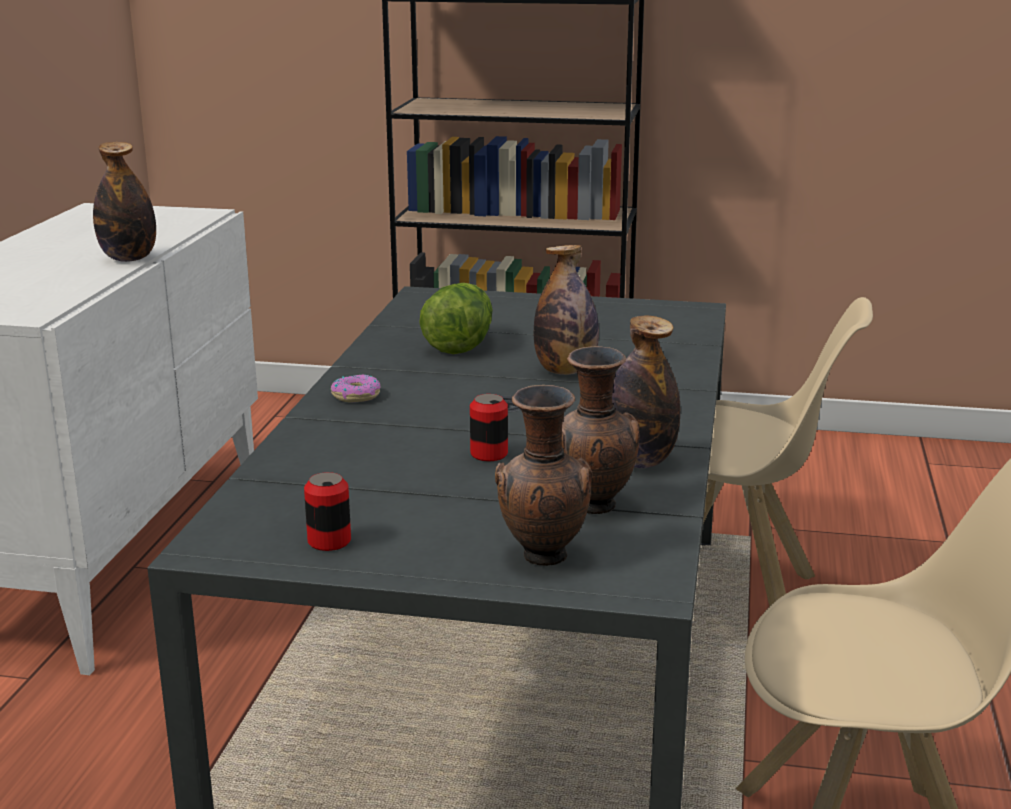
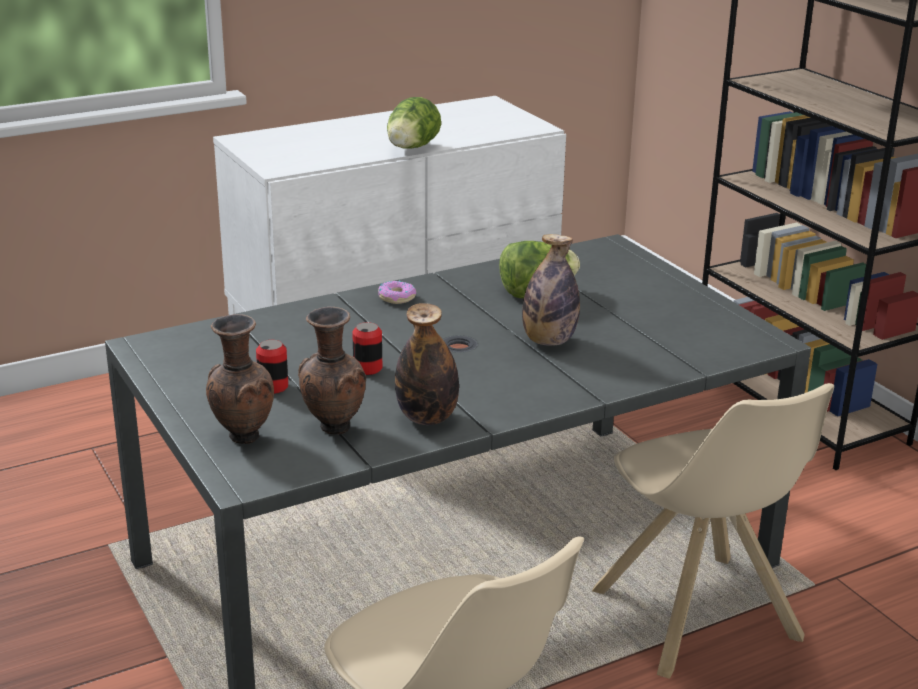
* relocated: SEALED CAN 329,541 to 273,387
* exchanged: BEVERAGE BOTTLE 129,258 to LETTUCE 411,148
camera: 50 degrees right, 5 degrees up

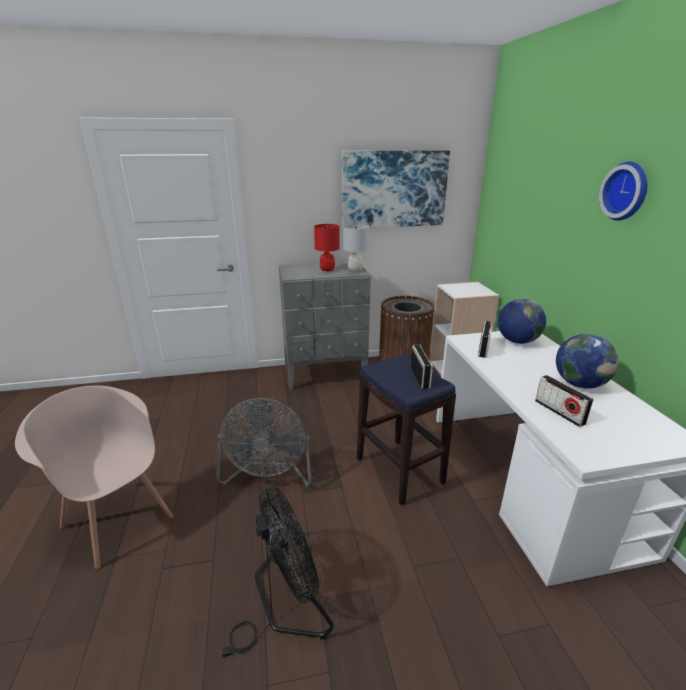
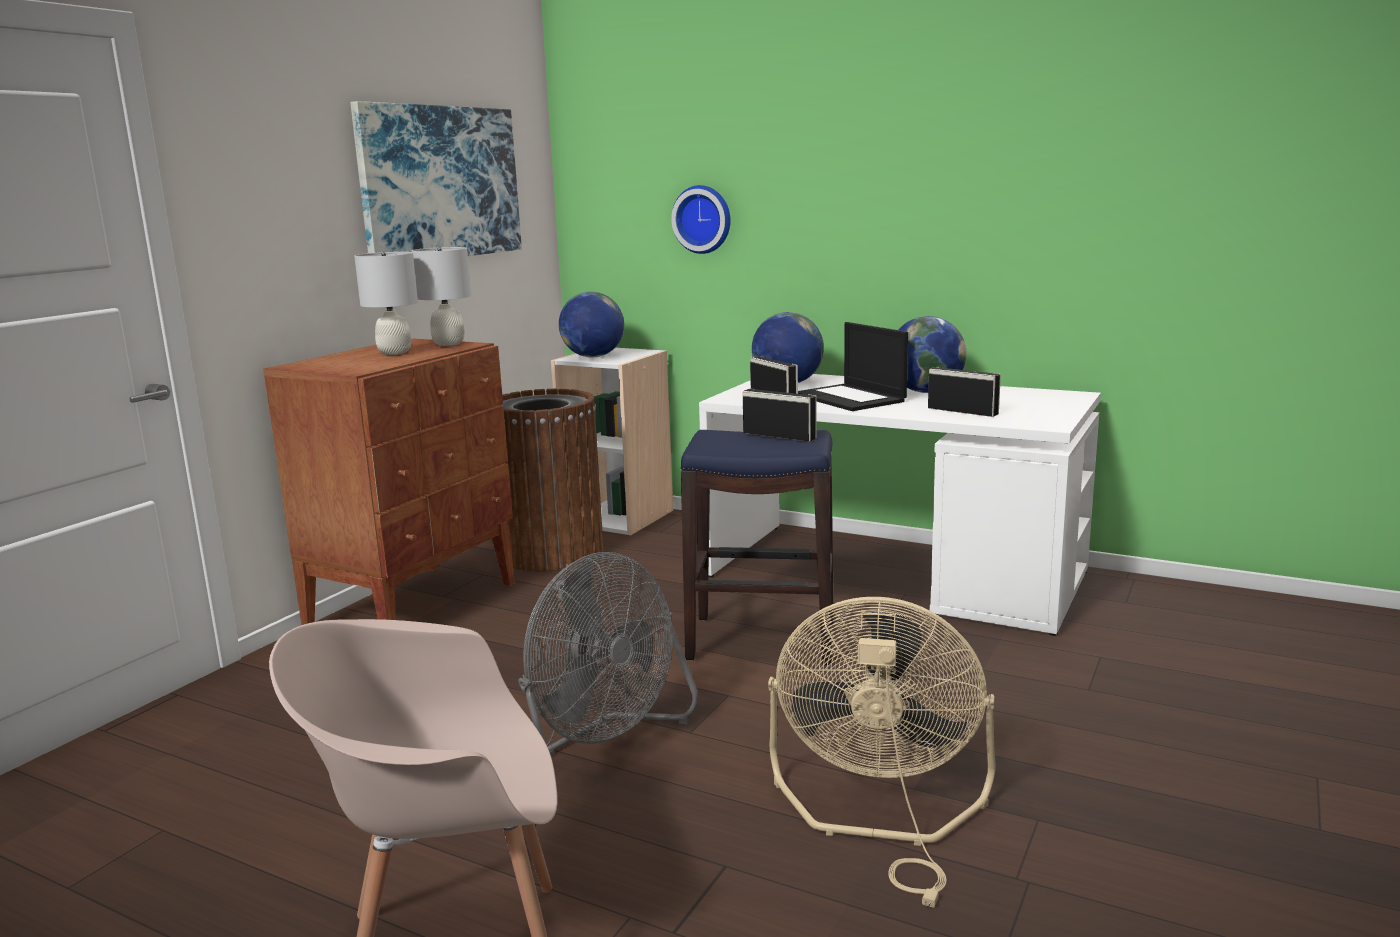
* appeared: DESK GLOBE 593,357
* appeared: LAPTOP 851,398
* relocated: CLOCK ON THE WALL 627,191 to 703,219
* colour: BLACK-COLOURED COOLING FAN 281,599 to BEIGE-COLOURED COOLING FAN 883,820
* colour: GRAY CHEST OF DRAWERS 325,374 to BROWN CHEST OF DRAWERS 417,606
* colour: RED-COLOURED LAMP FOR A TABLE 327,270 to GRAY LAMP FOR A TABLE 393,353
* spun: RADIO 559,412 = 962,411 150 degrees counterclockwise
camera: 50 degrees left, 10 degrees down

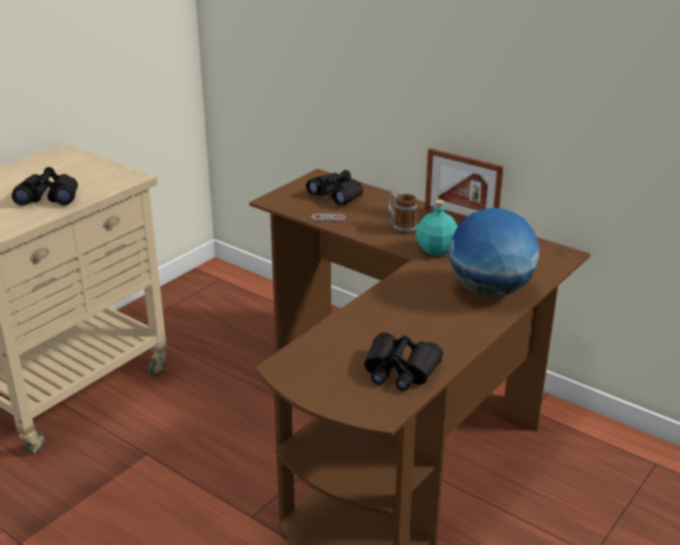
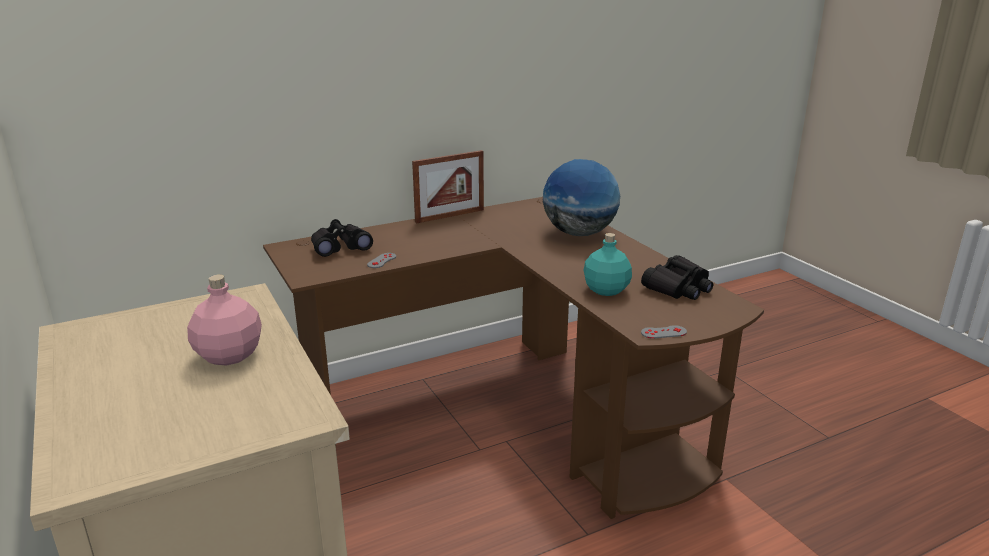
* missing: COFFEE MUG 401,227
* appeared: GRAY GAME CONTROLLER 663,332
* relocated: TURQUOISE-COLOURED BEVERAGE BOTTLE 436,250 to 607,290
* exchanged: BLACK-COLOURED FIELD GLASSES 49,197 to PINKISH BEVERAGE BOTTLE 229,356
camera: 65 degrees left, 5 degrees down

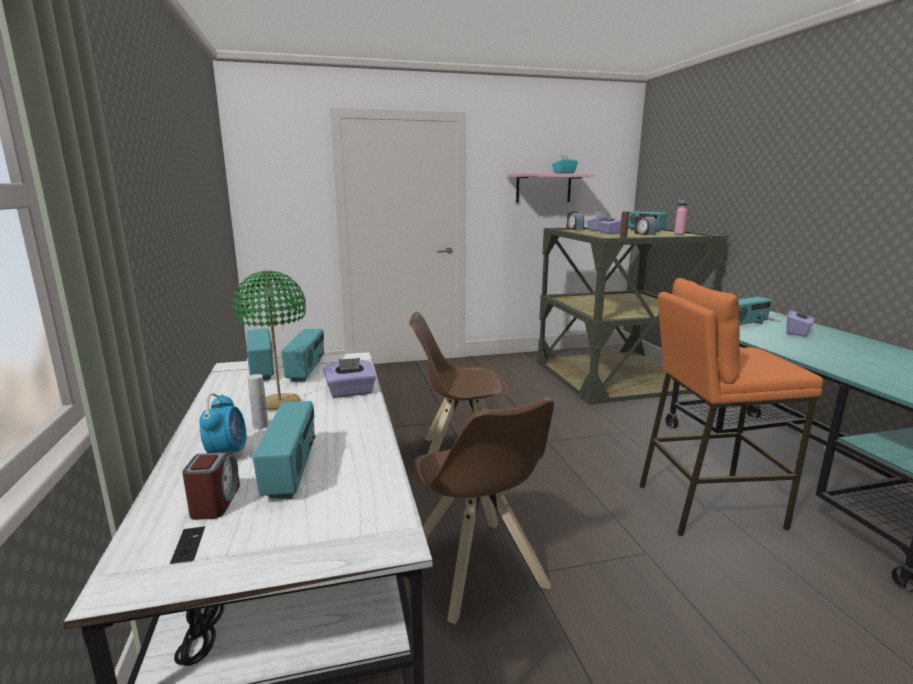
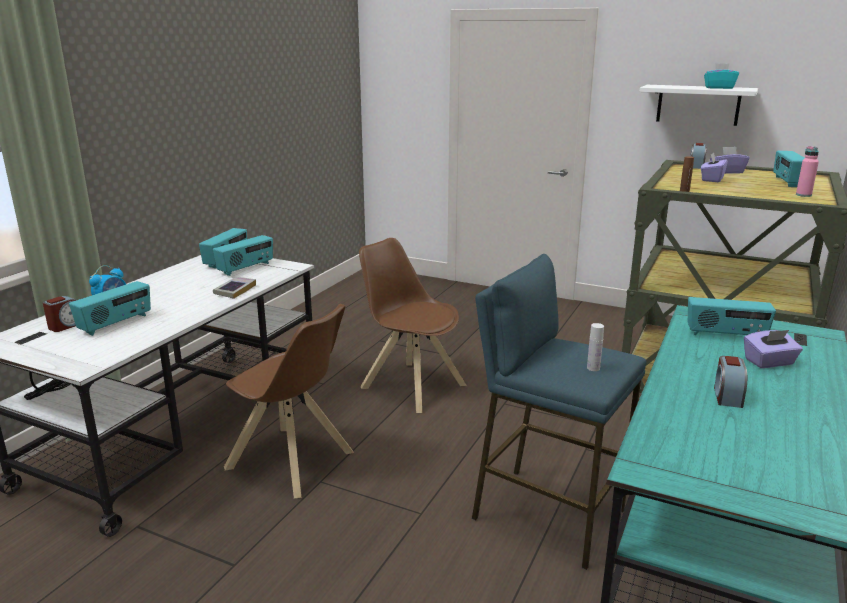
* missing: GREEN-COLOURED LAMP FOR A TABLE 280,403
* relocated: WHITE BEVERAGE BOTTLE 260,426 to 593,368
* relocated: TABLE CLOCK 644,234 to 727,396
* exchanged: PURPLE-COLOURED BOX OF TISSUES 351,392 to VOLUME 235,290
* colour: PINKISH SHELF 543,188 to WHITE SHELF 698,105
* colour: ORANGE STOOL SEAT 707,505 to BLUISH STOOL SEAT 547,514
* spun: BROWN CHAIR 477,570 = 293,462 75 degrees counterclockwise
camera: 40 degrees right, 5 degrees up

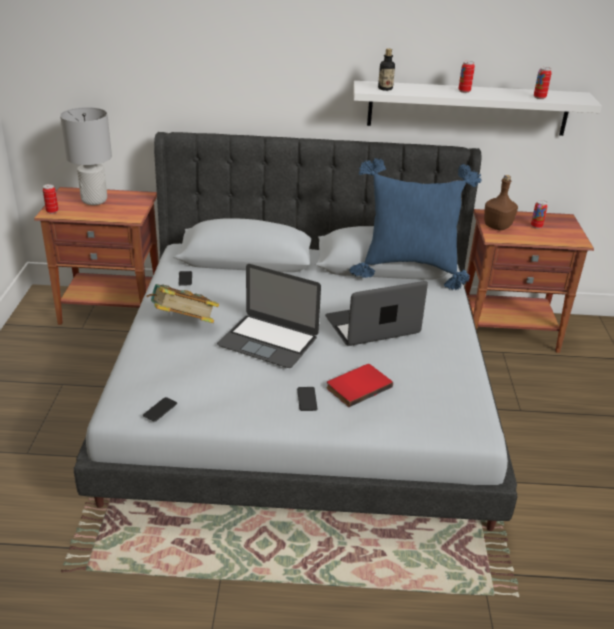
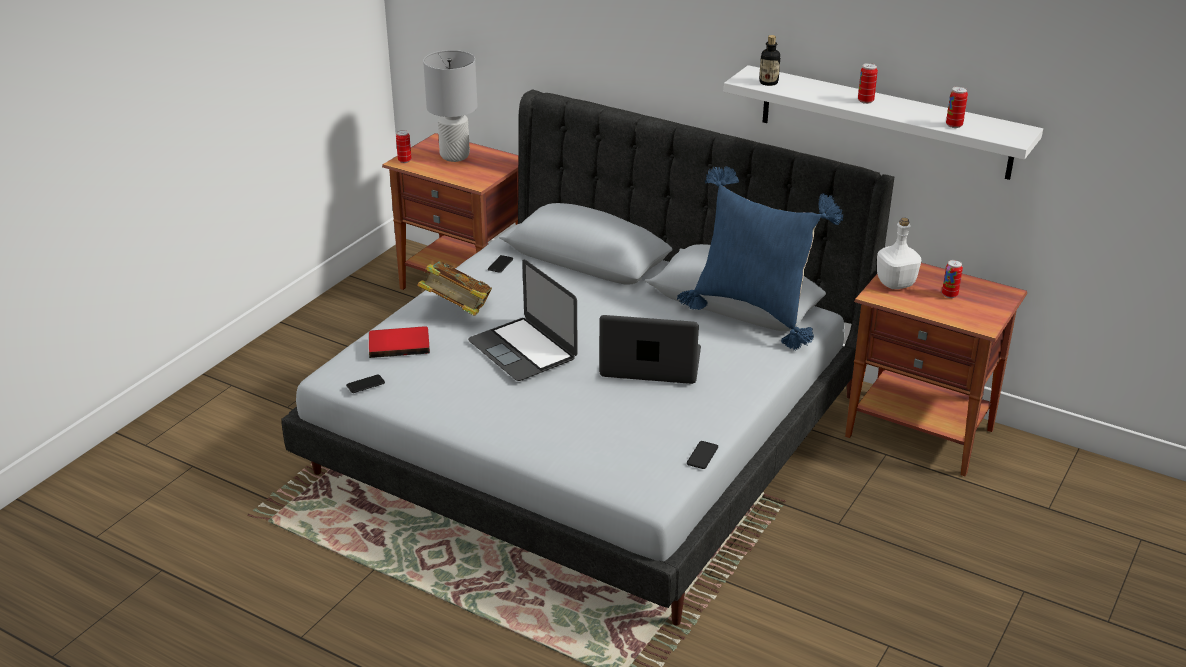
* relocated: HANDSET 307,399 to 702,455
* relocated: RED-COLOURED VOLUME 357,386 to 399,343
* colour: BROWN BEVERAGE BOTTLE 497,227 to WHITE BEVERAGE BOTTLE 894,284
camera: 30 degrees right, 0 degrees up

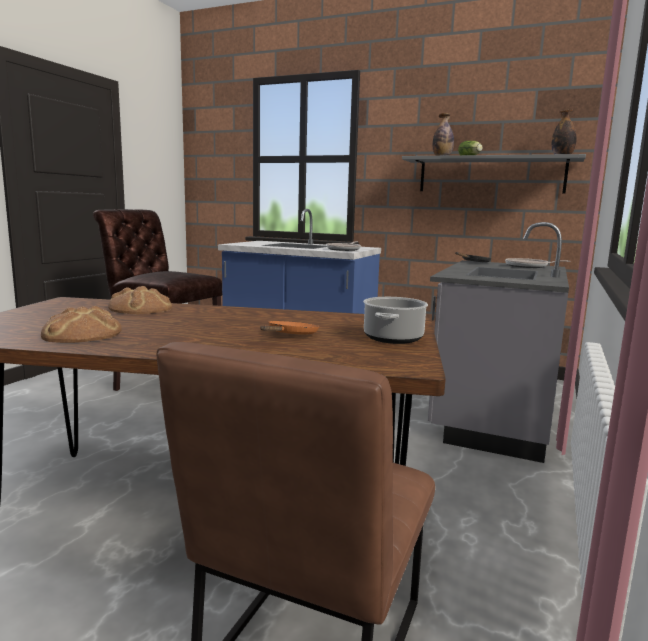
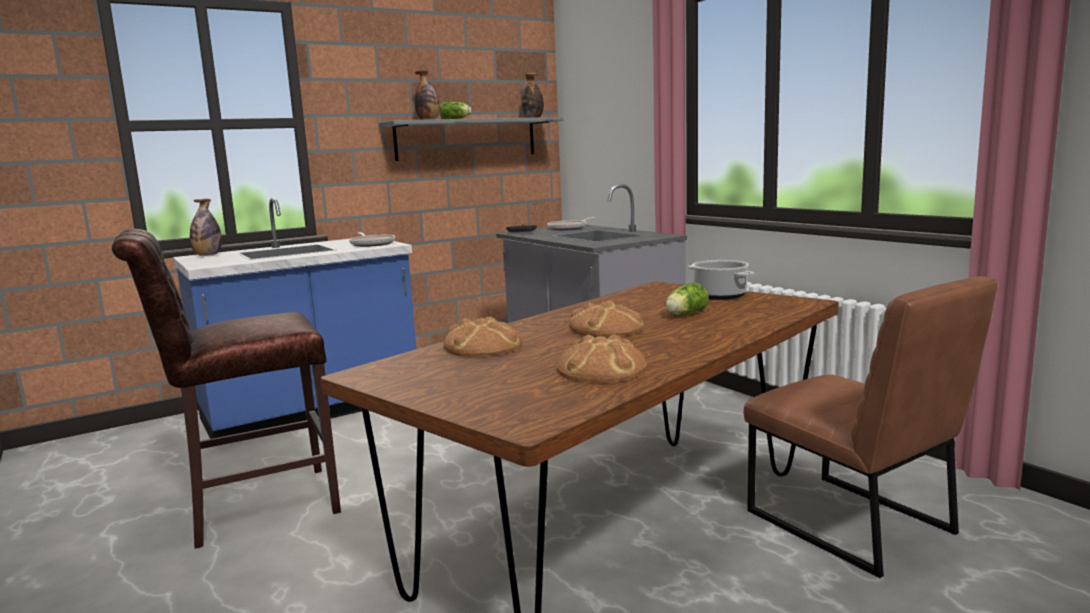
* appeared: BEVERAGE BOTTLE 208,255
* appeared: BREAD 606,328
* exchanged: ORANGE SKILLET 290,336 to LETTUCE 684,314
camera: 55 degrees left, 0 degrees up

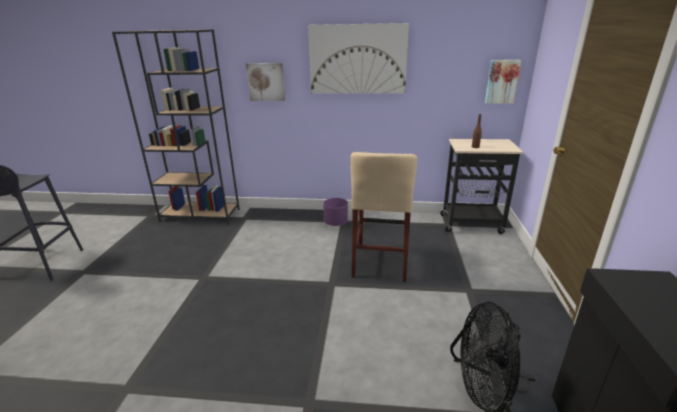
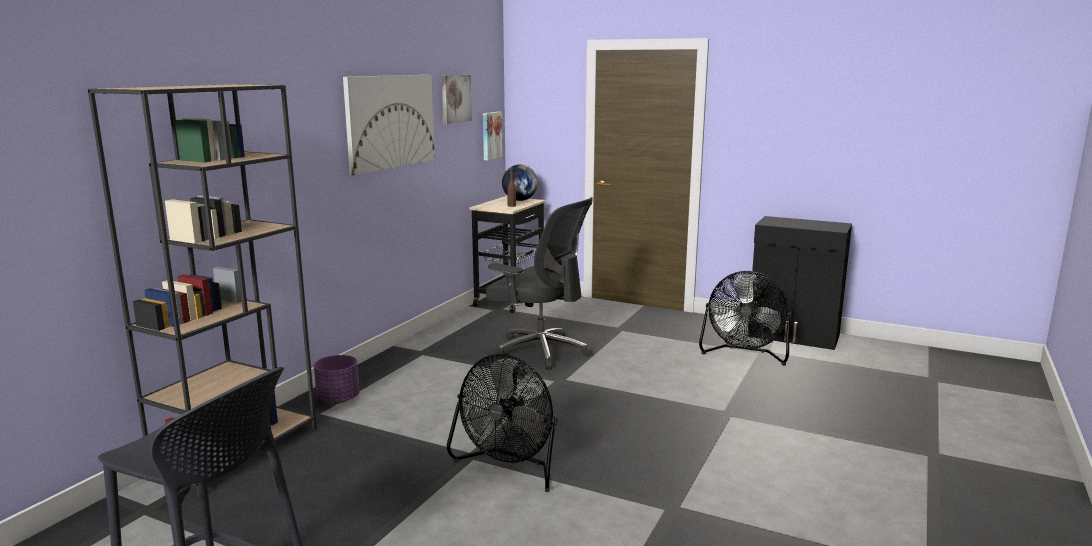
* appeared: BLACK-COLOURED COOLING FAN 508,464
* appeared: DESK GLOBE 519,200
* relocated: WALL PICTURE 266,82 to 455,98
* relocated: PURPLE-COLOURED FLOWER POT 336,223 to 338,399
* exchanged: BEIGE-COLOURED STOOL SEAT 380,262 to OFFICE CHAIR 539,351
camera: 70 degrees left, 10 degrees down

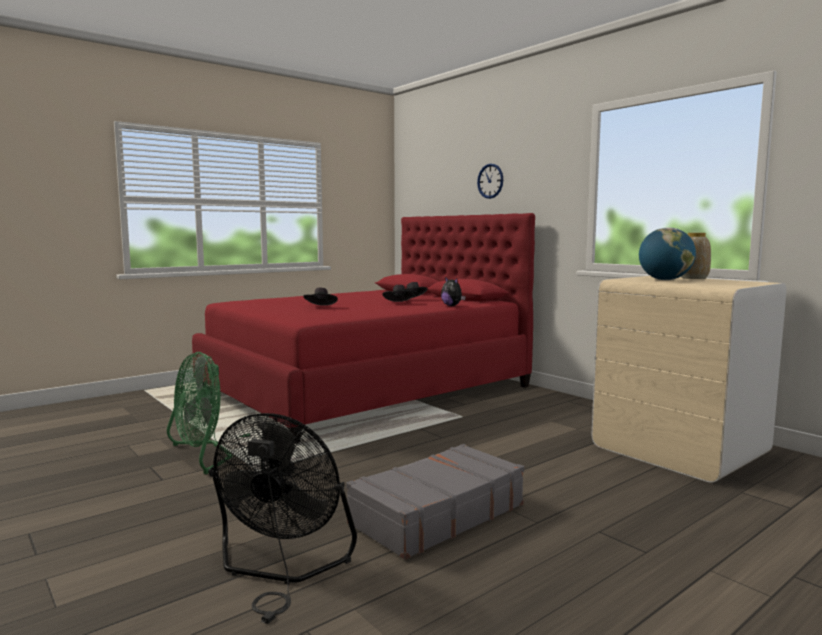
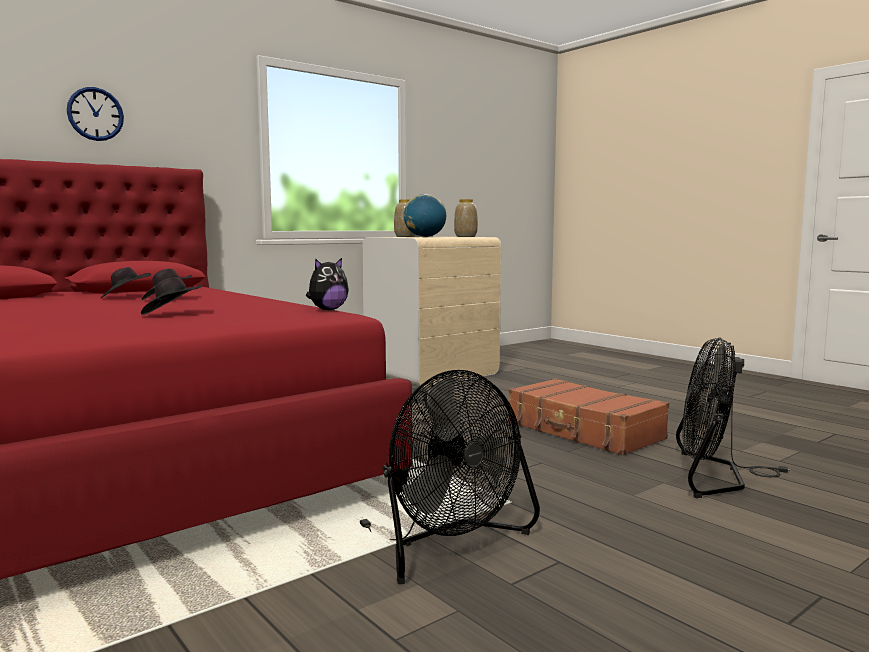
* appeared: DECORATIVE VASE 466,236
* relocated: CUDDLY TOY 452,306 to 328,310
* colour: GREEN-COLOURED COOLING FAN 208,453 to BLACK-COLOURED COOLING FAN 441,545
* colour: GRAY PIECE OF LUGGAGE 436,514 to BROWN PIECE OF LUGGAGE 584,431
camera: 90 degrees left, 0 degrees up

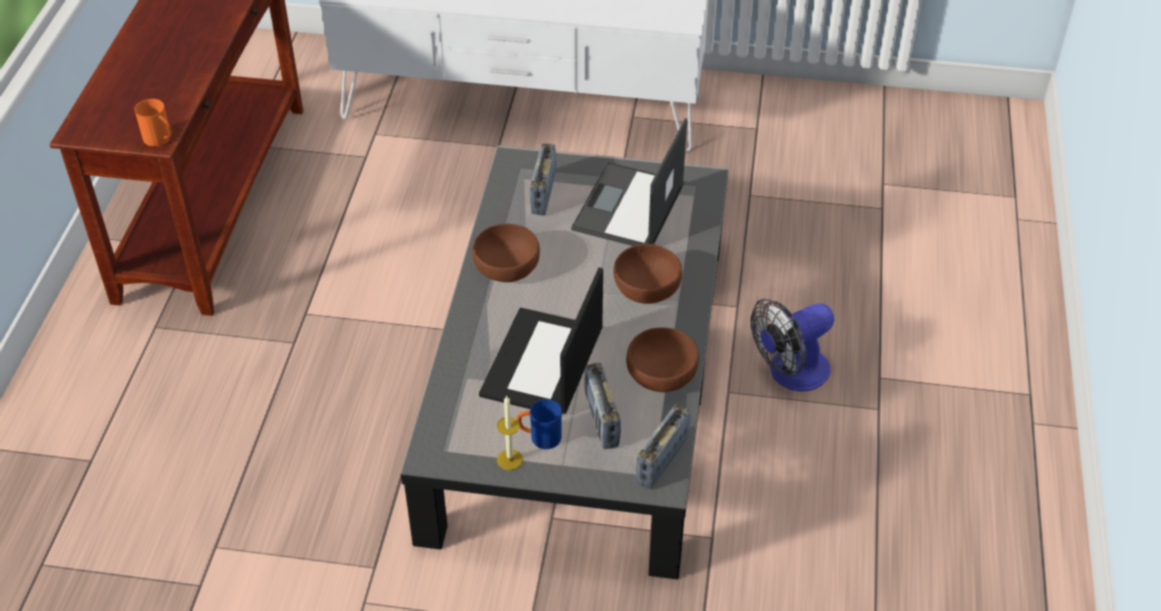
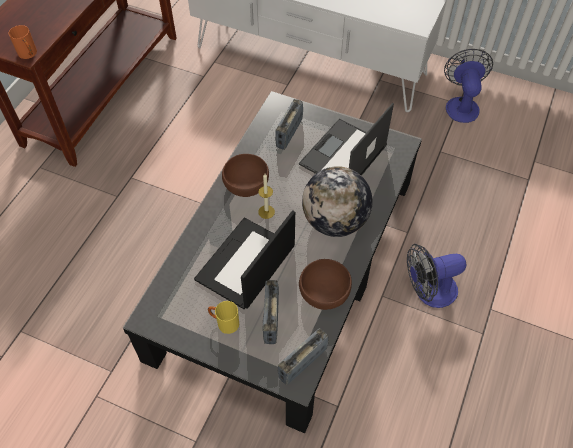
* appeared: COOLING FAN 461,105
* relocated: WAX LIGHT 510,459 to 266,212
* exchanged: BROWN DEEP DISH 646,289 to DESK GLOBE 335,221
* colour: BLUISH COFFEE MUG 539,437 to YELLOW COFFEE MUG 224,323
camera: 15 degrees right, 10 degrees up

